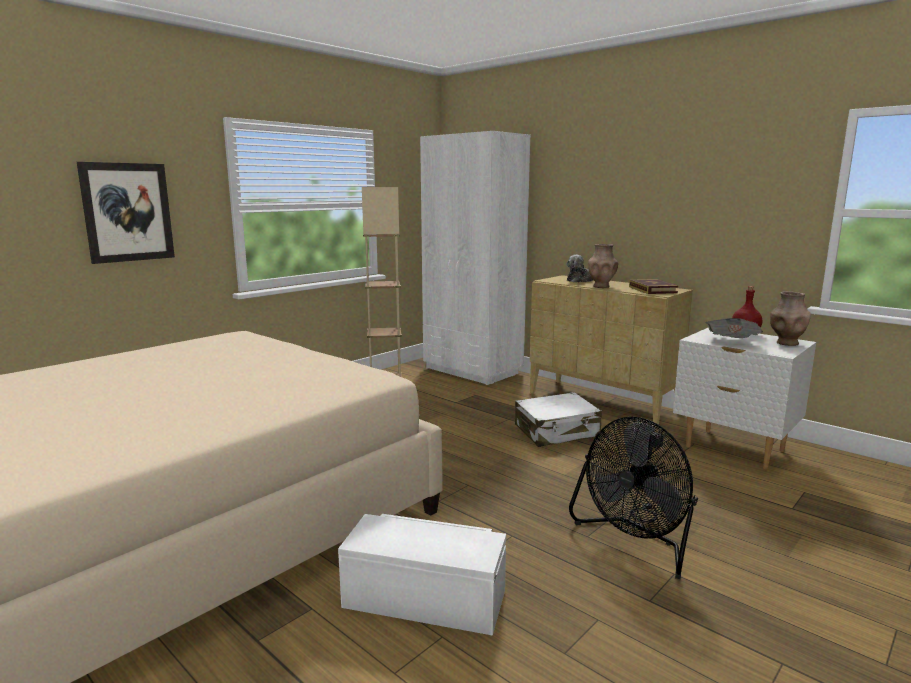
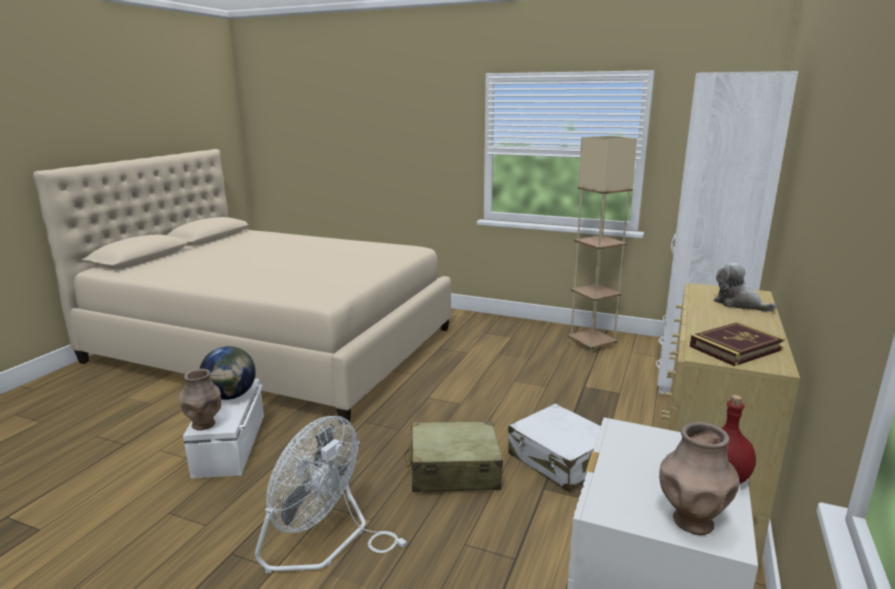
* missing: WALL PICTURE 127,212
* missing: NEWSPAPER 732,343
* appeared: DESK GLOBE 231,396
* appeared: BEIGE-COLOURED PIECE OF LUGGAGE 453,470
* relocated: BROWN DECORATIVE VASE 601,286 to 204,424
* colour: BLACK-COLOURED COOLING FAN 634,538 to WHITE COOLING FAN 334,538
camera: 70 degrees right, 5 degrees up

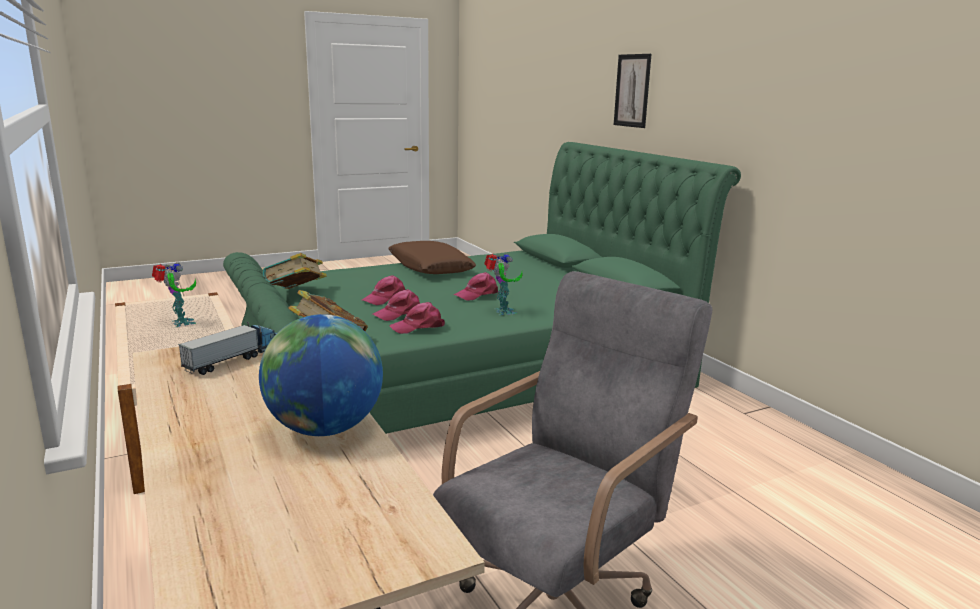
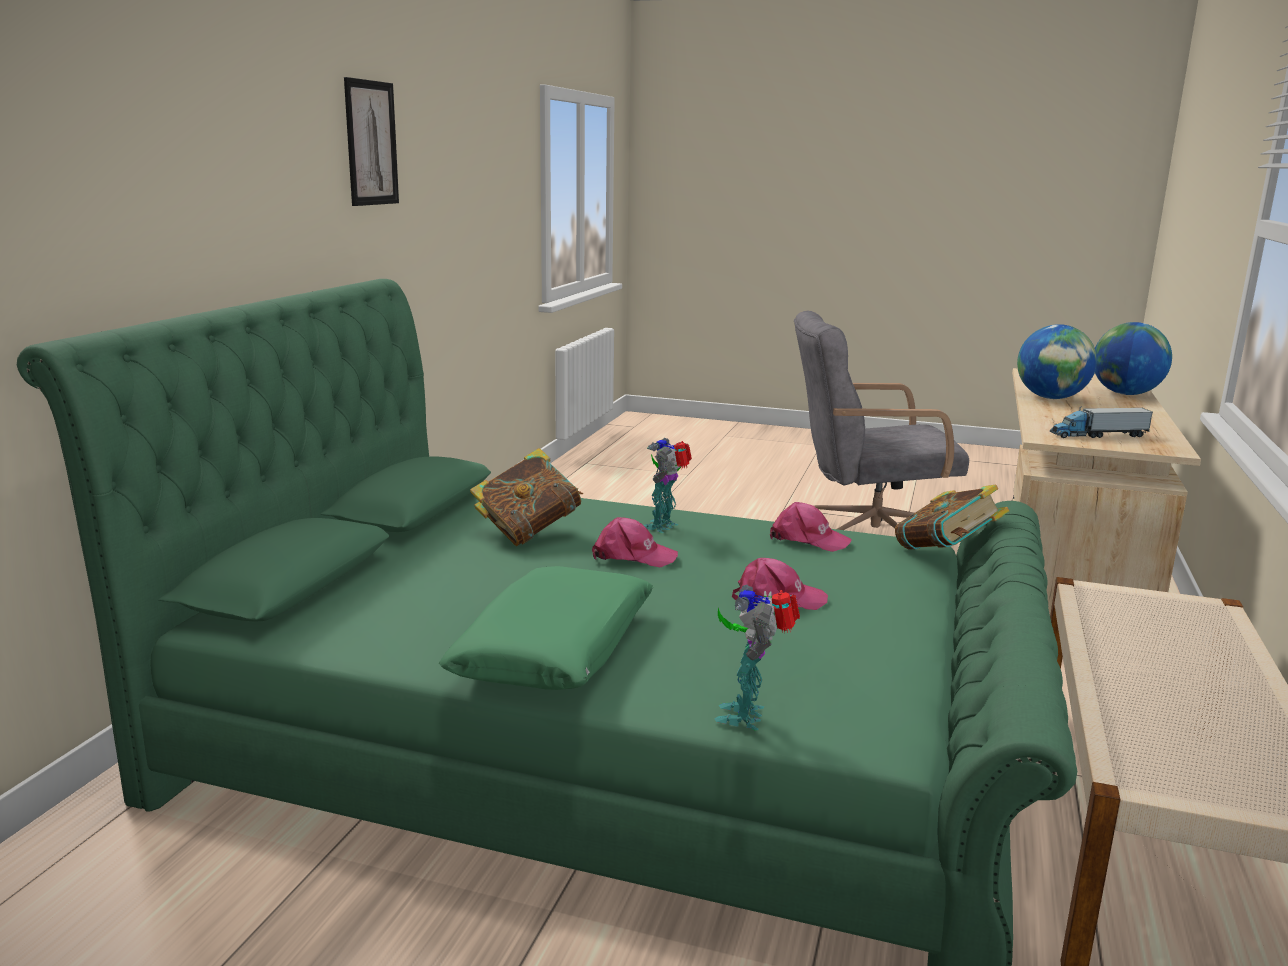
* missing: PINKISH CAP 399,313
* appeared: DESK GLOBE 1125,394
* relocated: ROBOT FIGURE 180,323 to 747,715
* relocated: VOLUME 296,294 to 528,532
* relocated: WALL PICTURE 632,90 to 371,143
* colour: BROWN CUSHION 430,268 to GREEN-COLOURED CUSHION 555,649
camera: 135 degrees left, 0 degrees up

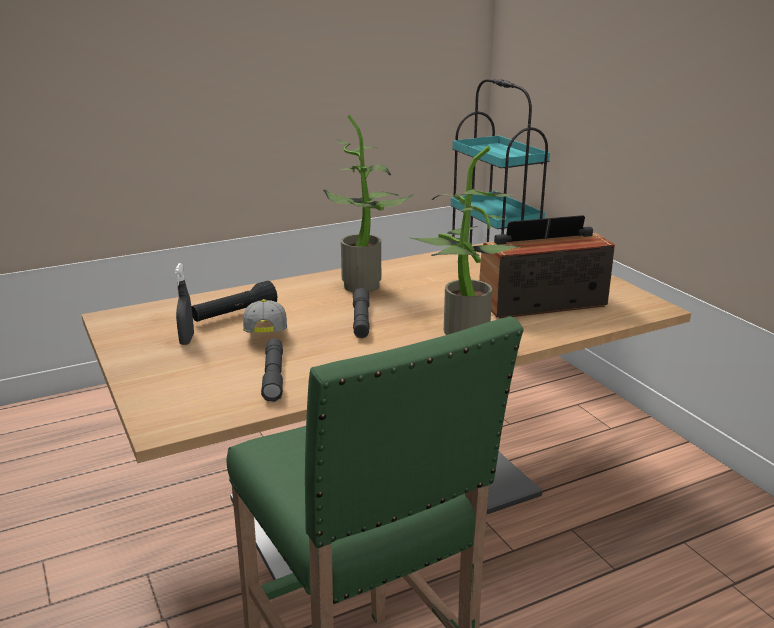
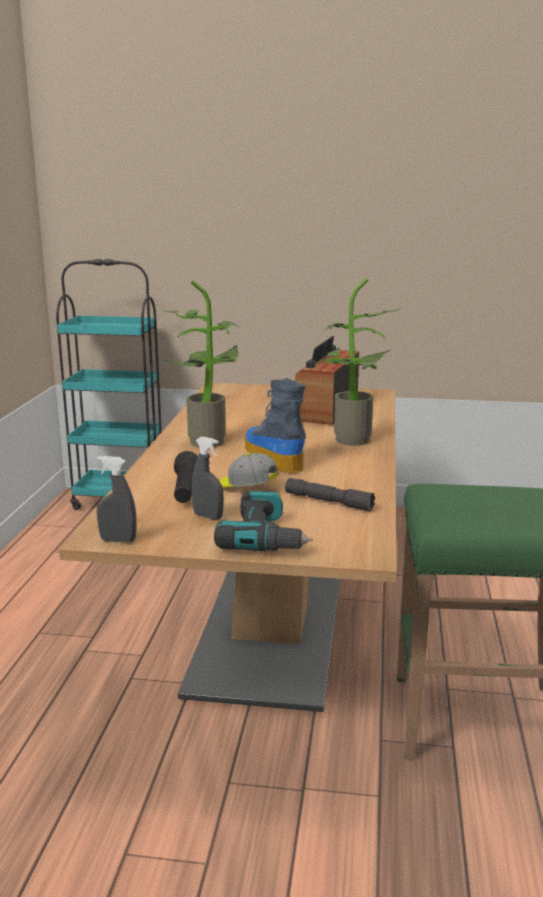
* appeared: GRAY SPRAYER 118,540
* appeared: DRILL 265,537
* exchanged: GRAY FLASHLIGHT 361,320 to BOOT 272,457
camera: 55 degrees left, 5 degrees down

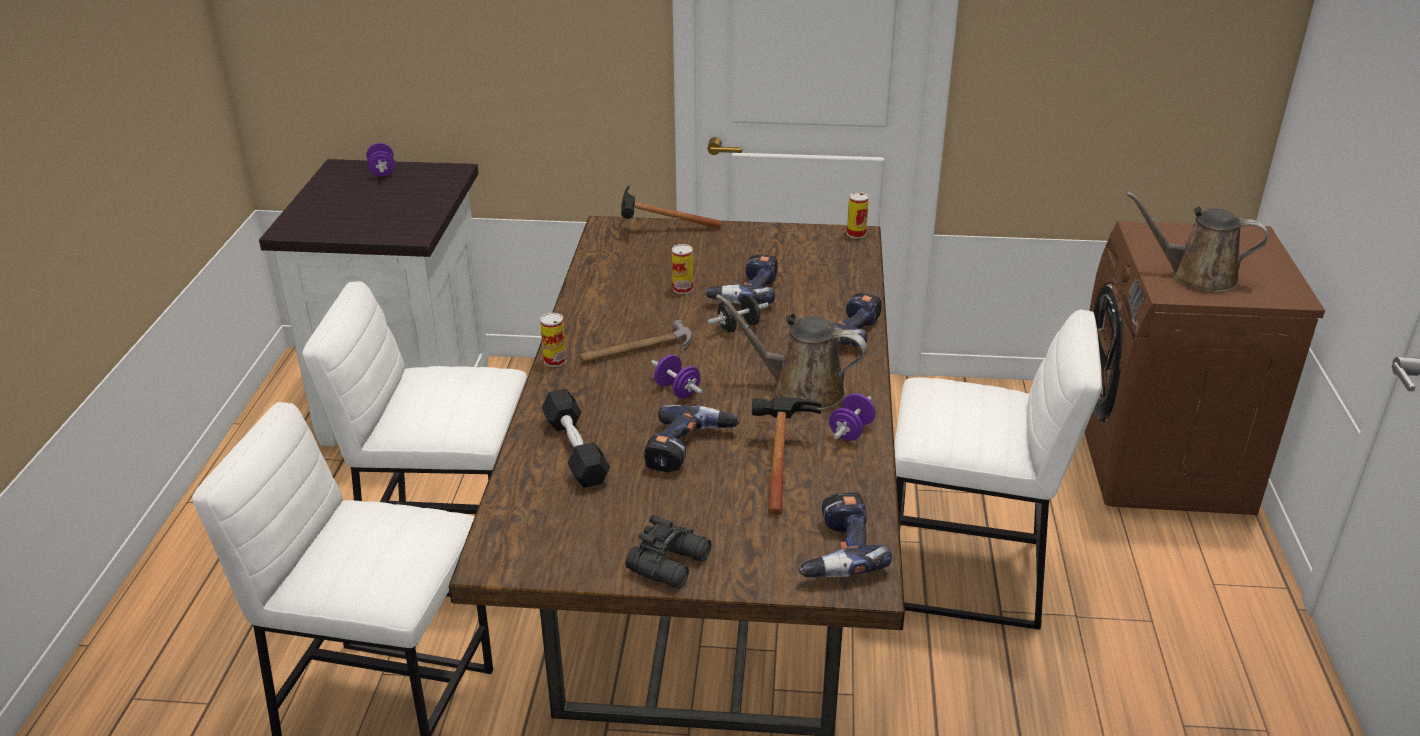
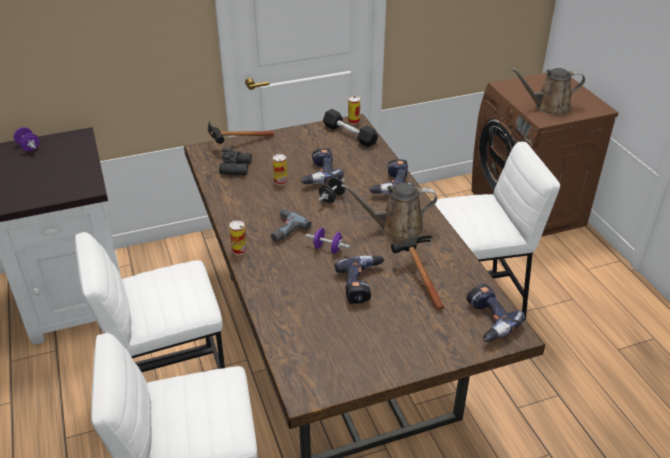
* missing: PURPLE-COLOURED DUMBBELL 851,431
* relocated: BLACK-COLOURED DUMBBELL 575,450 to 349,135
* relocated: BLACK-COLOURED FIELD GLASSES 671,563 to 237,168
* exchanged: TOOL HAMMER 636,350 to DRILL 283,229
camera: 25 degrees left, 5 degrees up

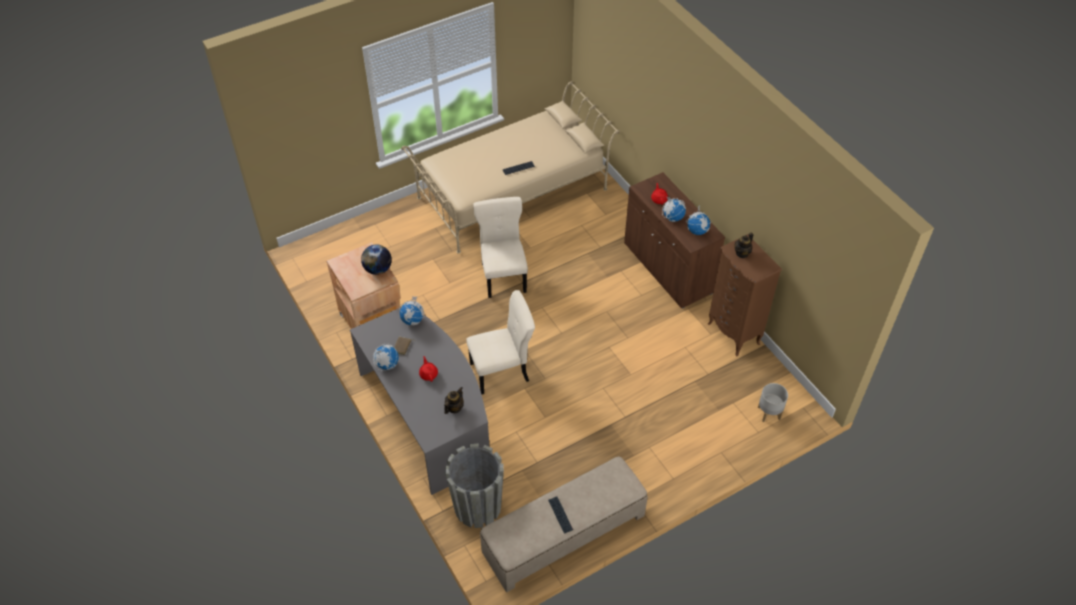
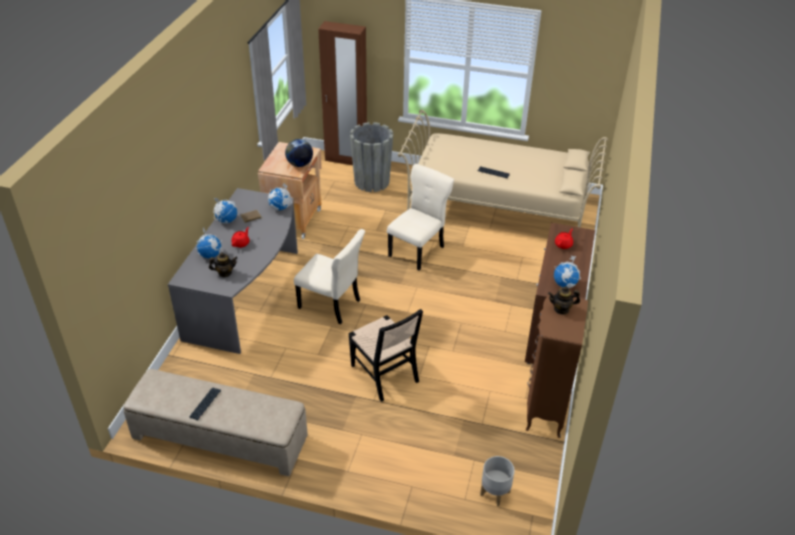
* appeared: BROWN WARDROBE 346,160
* appeared: CHAIR 384,374
* relocated: GRAY FLOWER POT 477,507 to 371,182
* relocated: DESK GLOBE 672,217 to 210,255
camera: 45 degrees right, 10 degrees down

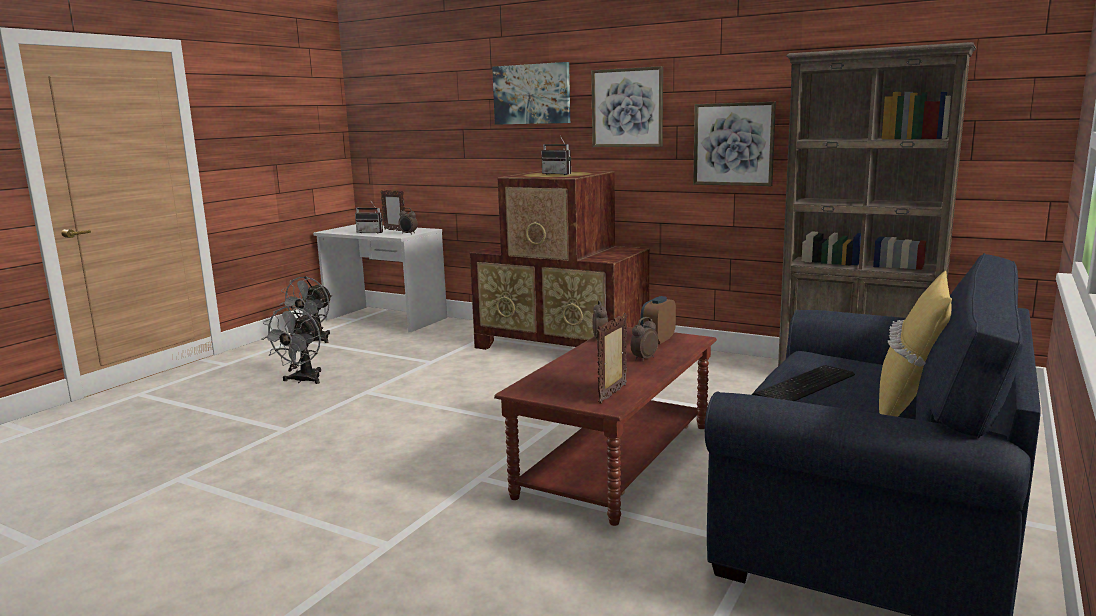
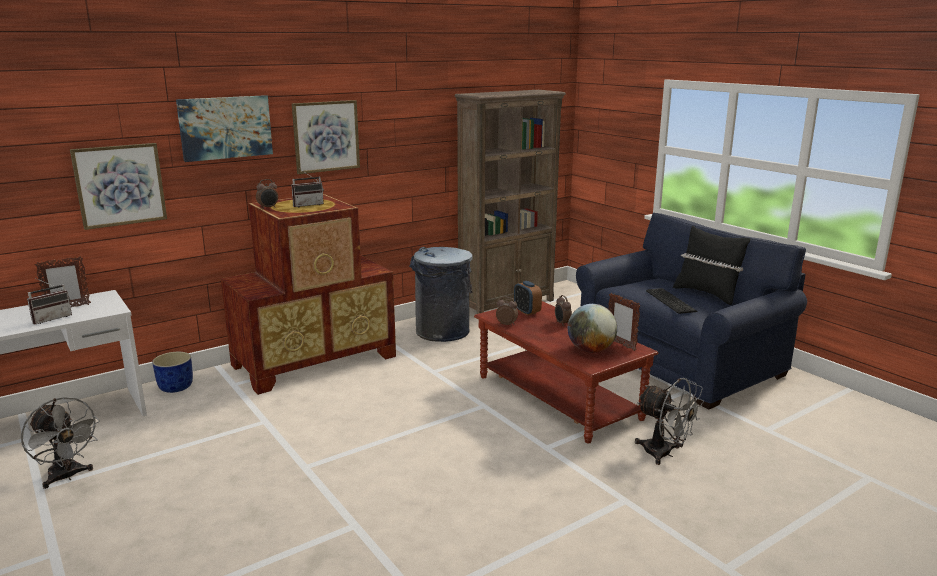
* appeared: BLUISH FLOWER POT 176,387
* appeared: GRAY WASTE BIN 442,332
* appeared: DESK GLOBE 591,350
* relocated: GRAY COOLING FAN 302,381 to 664,454
* relocated: TABLE CLOCK 408,233 to 268,208
* relocated: WALL PICTURE 733,144 to 120,185
* colour: YELLOW CUSHION 909,406 to BLACK-COLOURED CUSHION 707,294
camera: 65 degrees left, 5 degrees up

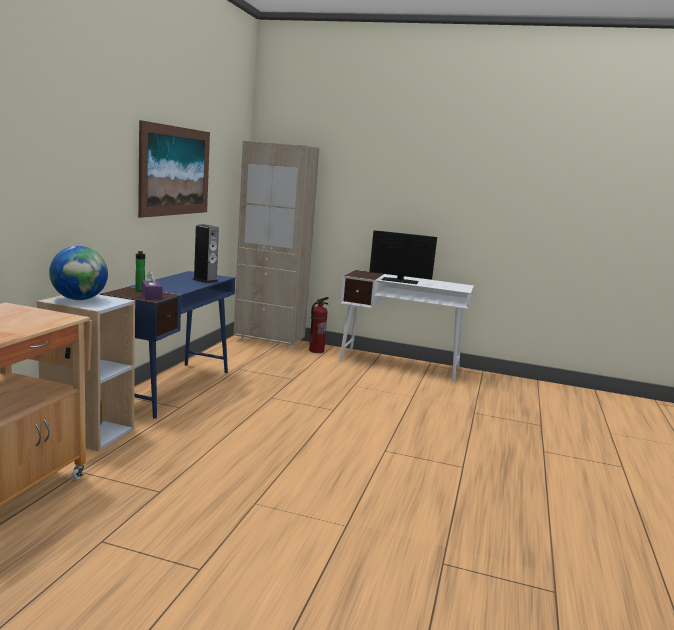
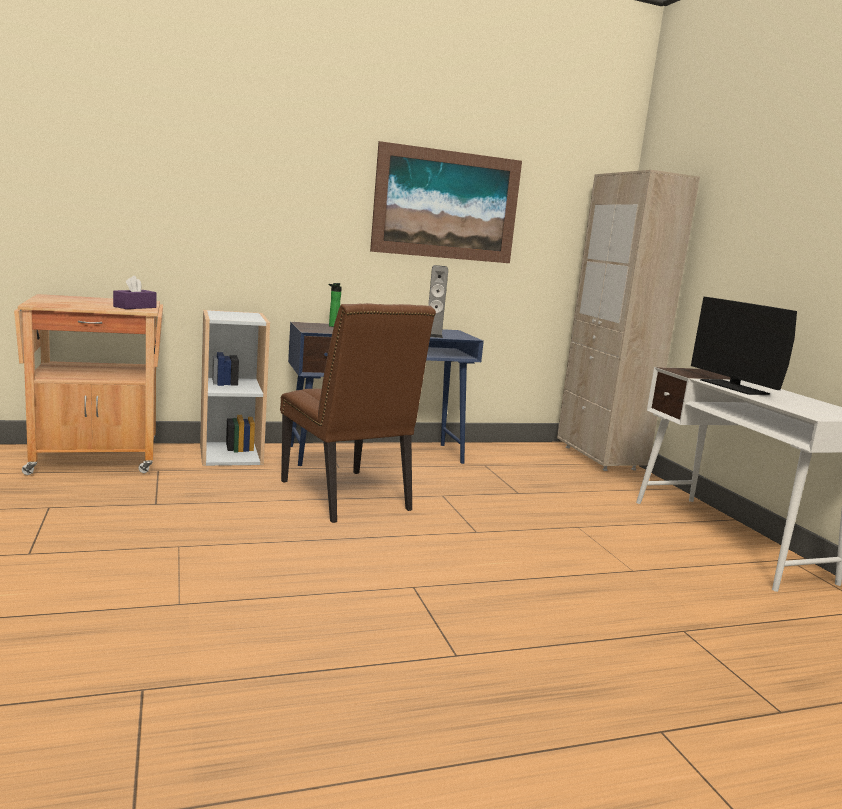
* missing: DESK GLOBE 79,299
* missing: FIRE EXTINGUISHER 316,351
* appeared: BROWN CHAIR 344,495
* relocated: PURPLE-COLOURED BOX OF TISSUES 151,296 to 135,307
camera: 55 degrees right, 0 degrees up

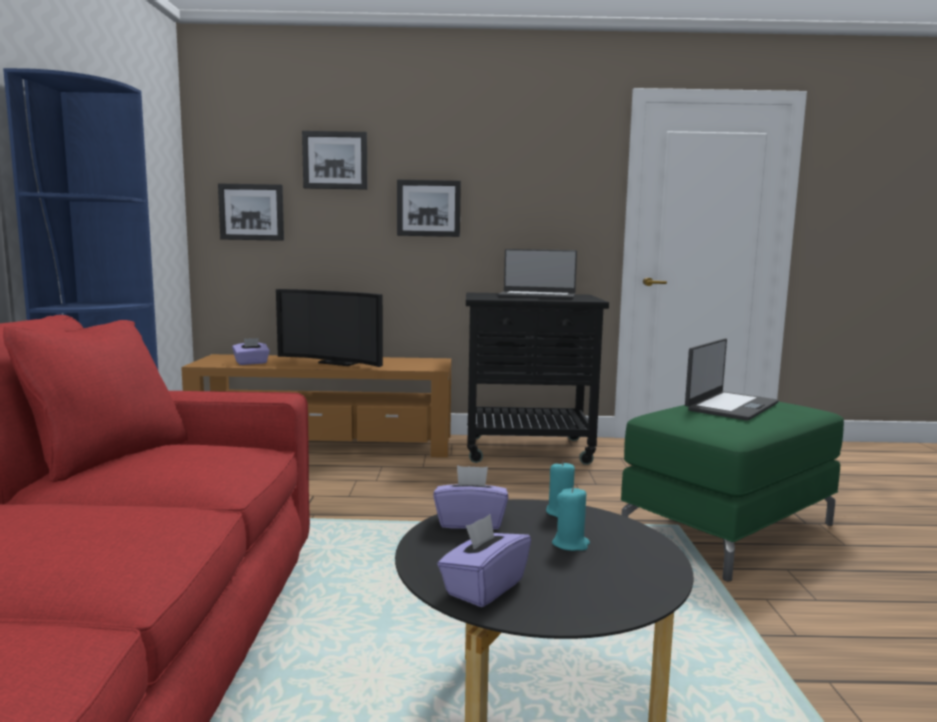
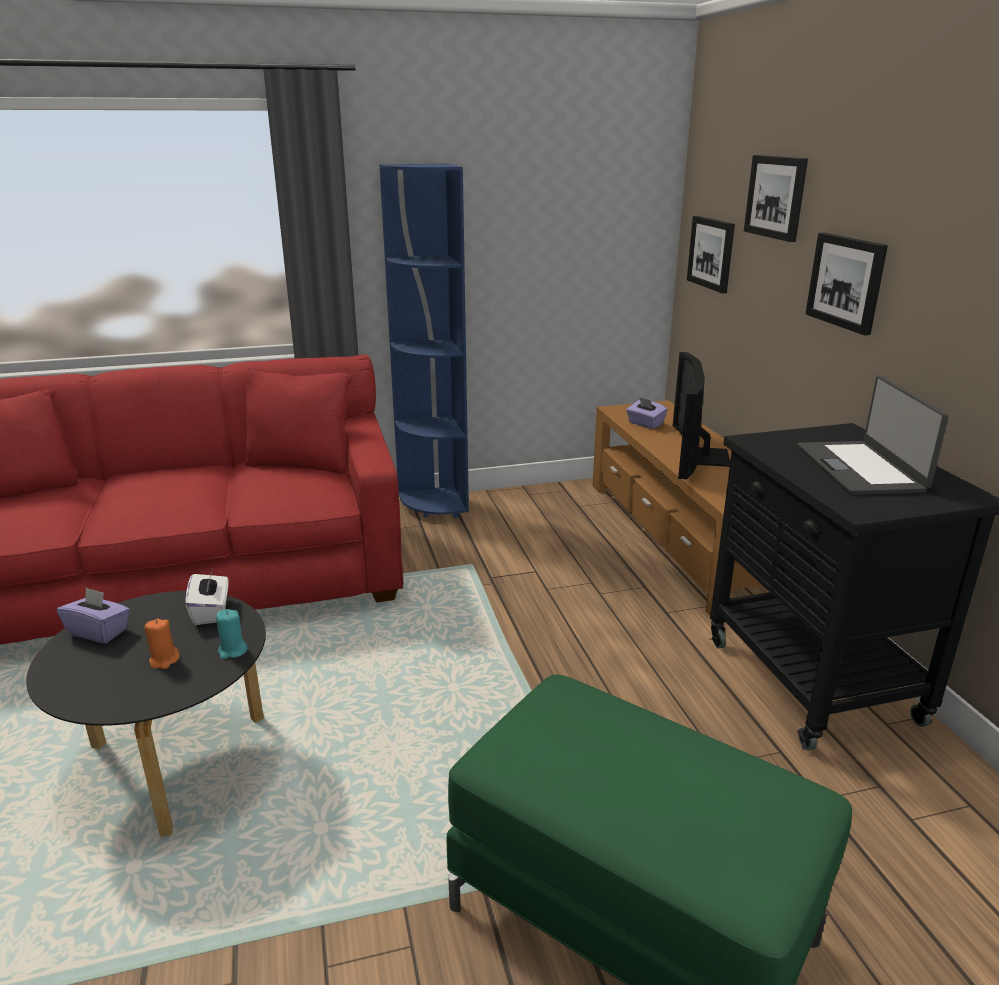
* missing: LAPTOP 730,406
* colour: PURPLE-COLOURED BOX OF TISSUES 470,522 to WHITE BOX OF TISSUES 211,612
* colour: TURQUOISE-COLOURED WAX LIGHT 570,544 to ORANGE WAX LIGHT 164,660
camera: 75 degrees right, 15 degrees up

